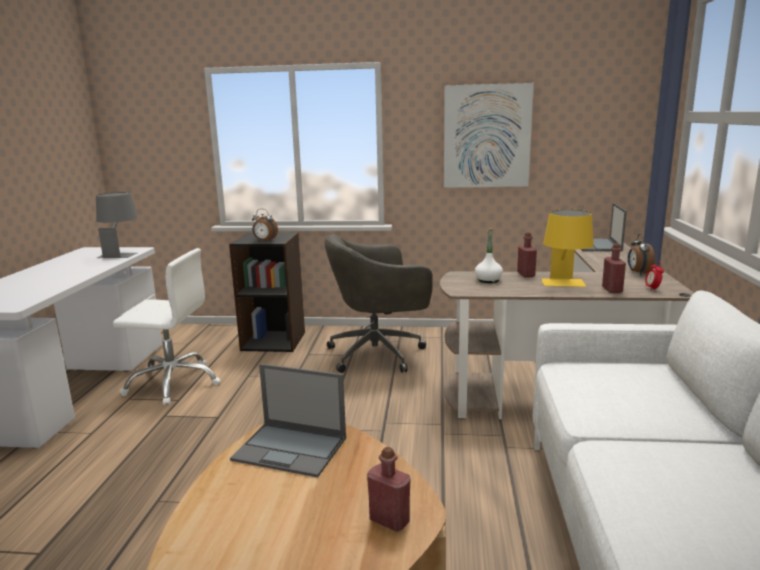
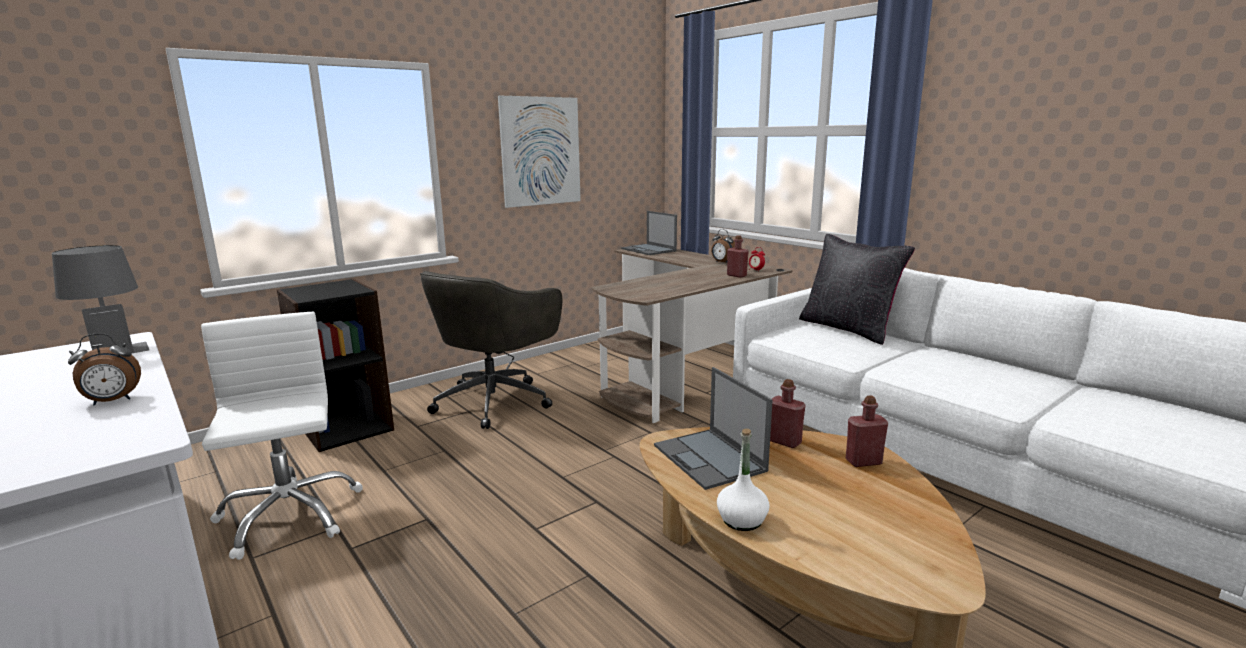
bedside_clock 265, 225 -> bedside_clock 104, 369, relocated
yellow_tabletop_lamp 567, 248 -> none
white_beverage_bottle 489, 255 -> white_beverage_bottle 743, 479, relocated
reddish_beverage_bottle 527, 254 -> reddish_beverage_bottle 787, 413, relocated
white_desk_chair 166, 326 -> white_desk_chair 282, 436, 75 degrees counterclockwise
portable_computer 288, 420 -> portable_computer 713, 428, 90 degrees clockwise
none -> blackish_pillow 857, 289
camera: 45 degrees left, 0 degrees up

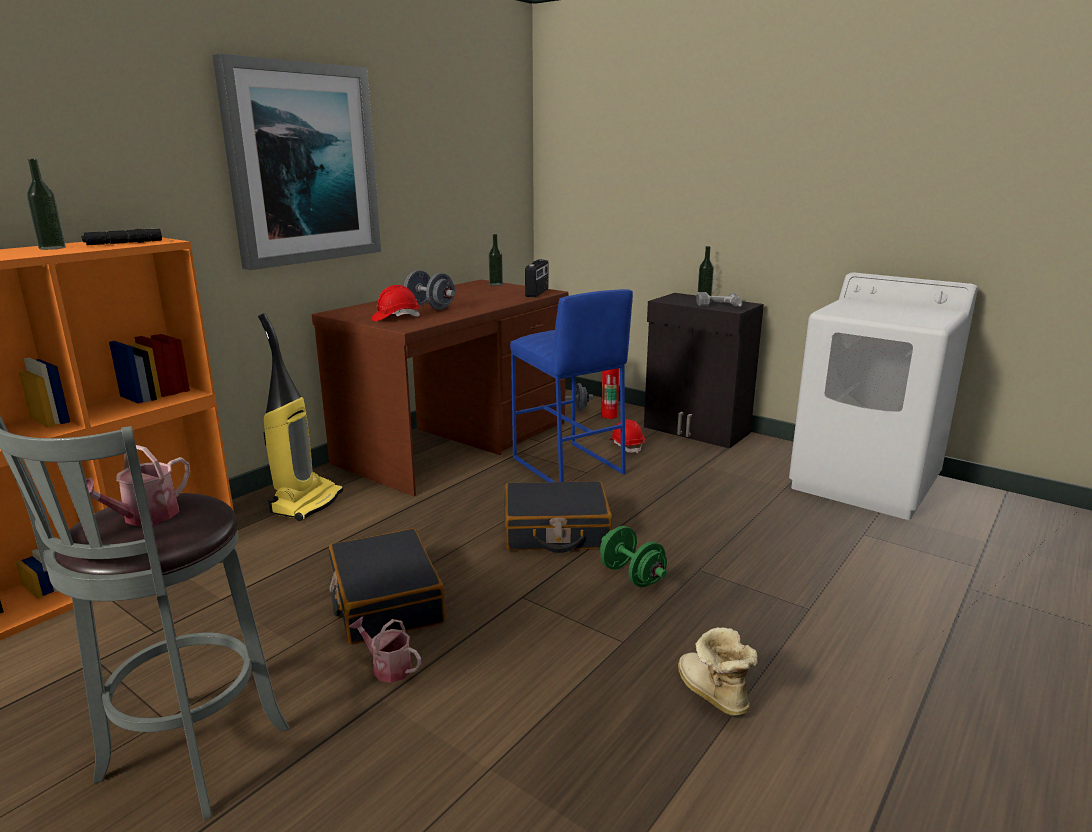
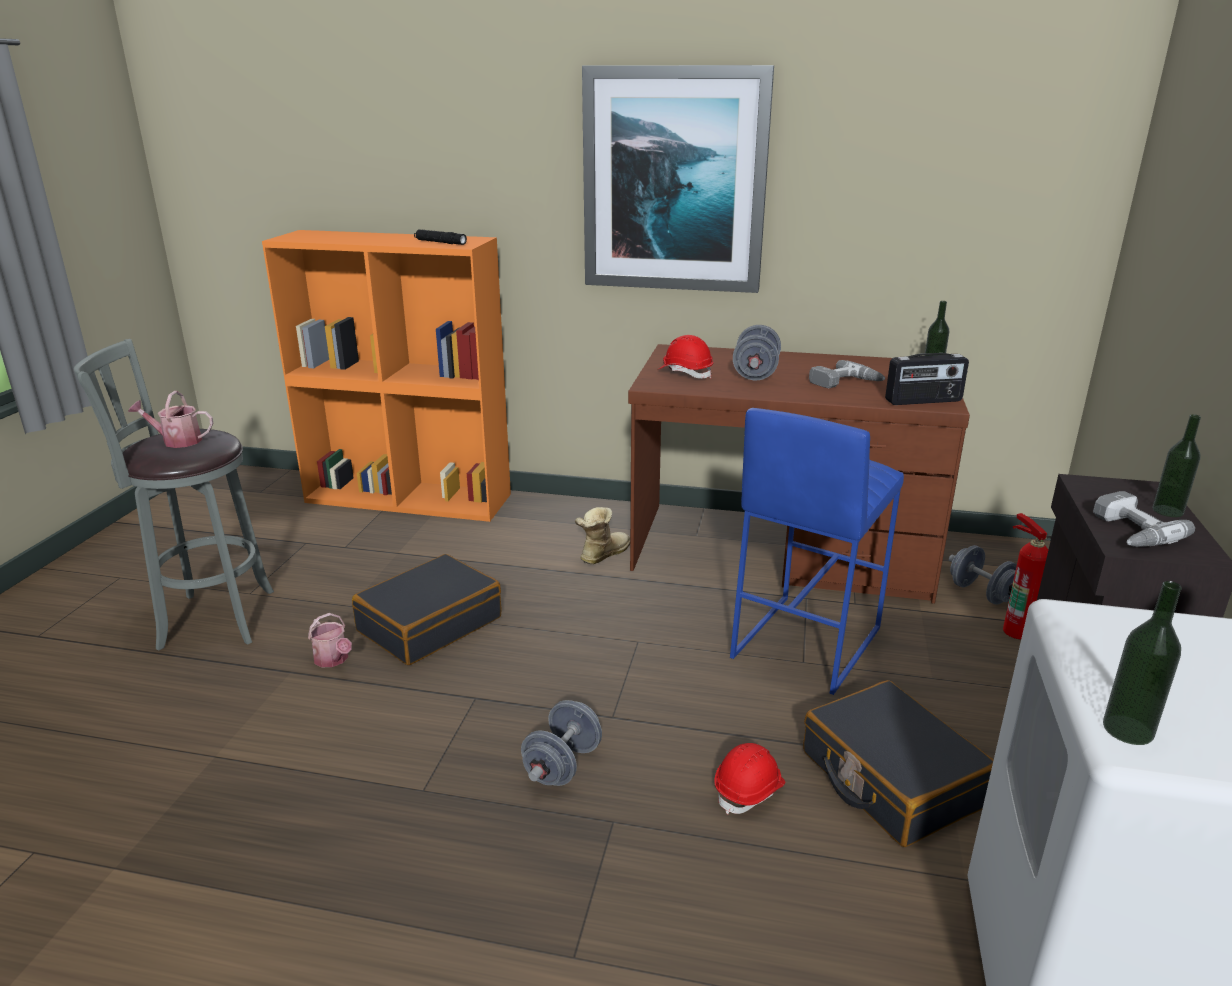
beverage_bottle 46, 204 -> beverage_bottle 1142, 663, relocated
hoover 300, 417 -> none
reddish_hard_hat 627, 436 -> reddish_hard_hat 749, 778, relocated
blackish_travel_case 558, 517 -> blackish_travel_case 898, 763, relocated
greenish_hand_weight 633, 556 -> greyish_hand_weight 561, 743
watering_can 385, 650 -> watering_can 330, 640, 135 degrees clockwise
tall_boot 718, 672 -> tall_boot 602, 535, relocated
none -> power_drill 847, 374
camera: 65 degrees right, 5 degrees up

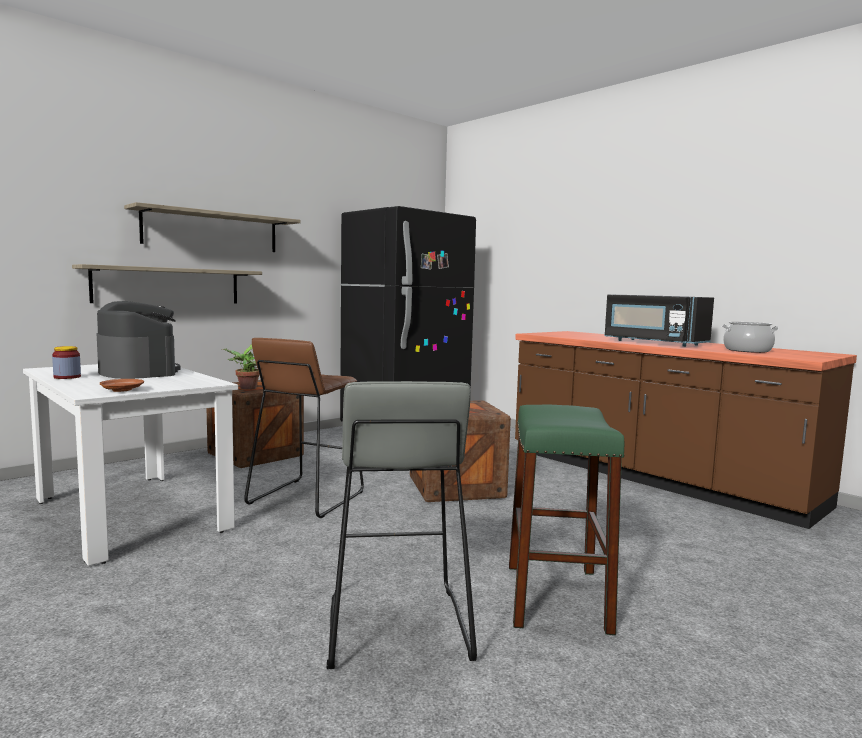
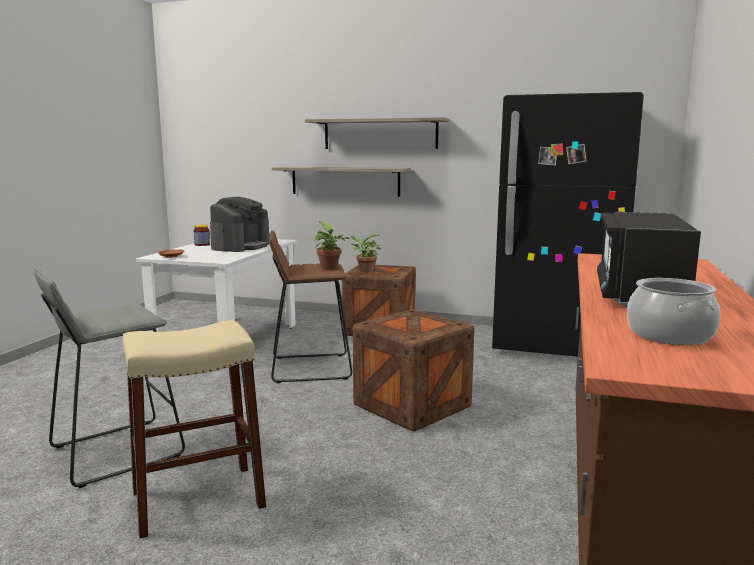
greenish_stool 567, 520 -> beige-coloured_stool 194, 429
none -> houseplant 332, 245
camera: 60 degrees right, 5 degrees up

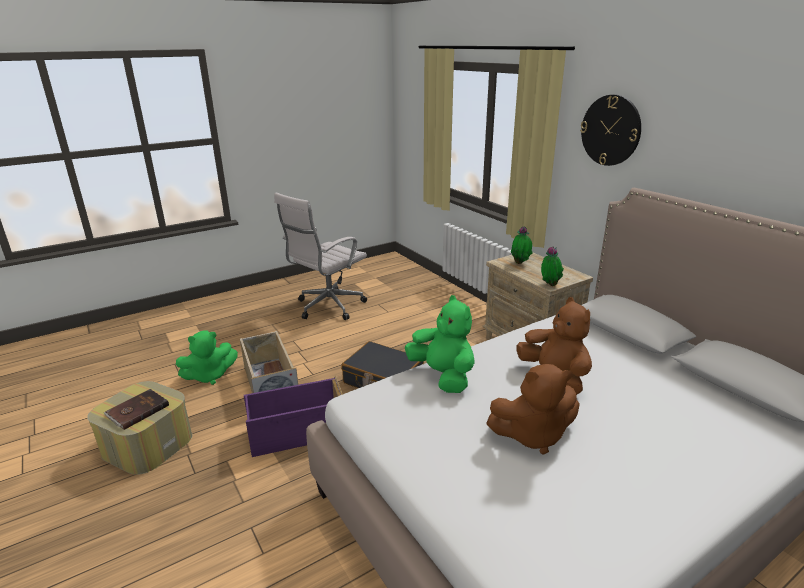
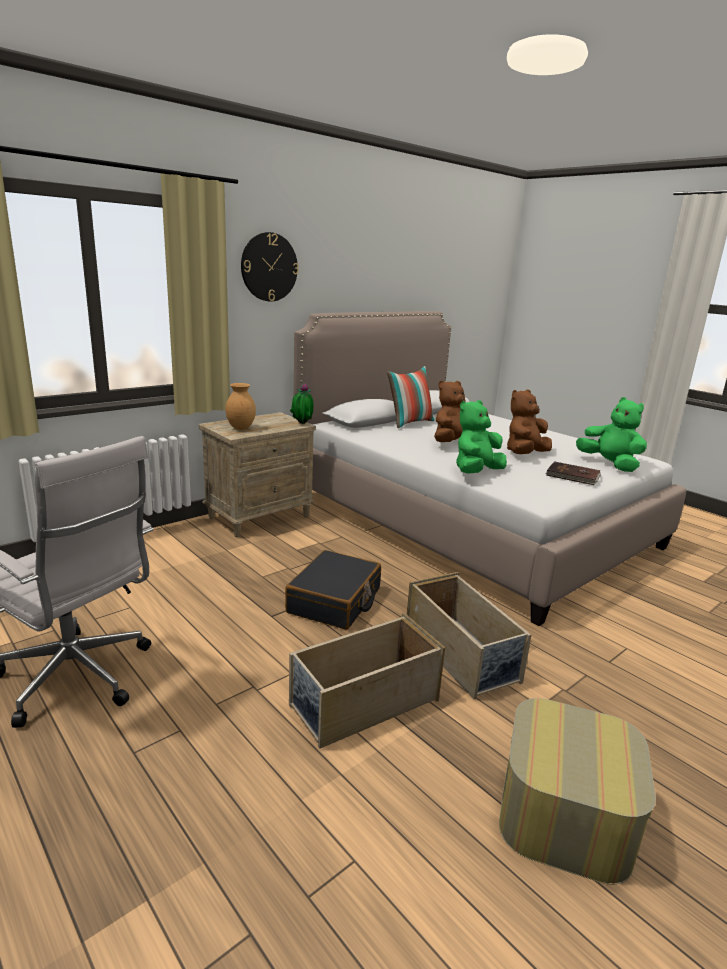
houseplant 521, 245 -> brown_flower_vase 240, 406
greenish_plush_toy 207, 357 -> greenish_plush_toy 611, 434, relocated
brown_plush_toy 533, 409 -> brown_plush_toy 529, 421, 120 degrees counterclockwise
purple-coloured_storage_bin 293, 416 -> beige-coloured_storage_bin 469, 635
brown_book 136, 409 -> brown_book 573, 473, relocated
none -> pillow 411, 397
camera: 100 degrees left, 5 degrees down

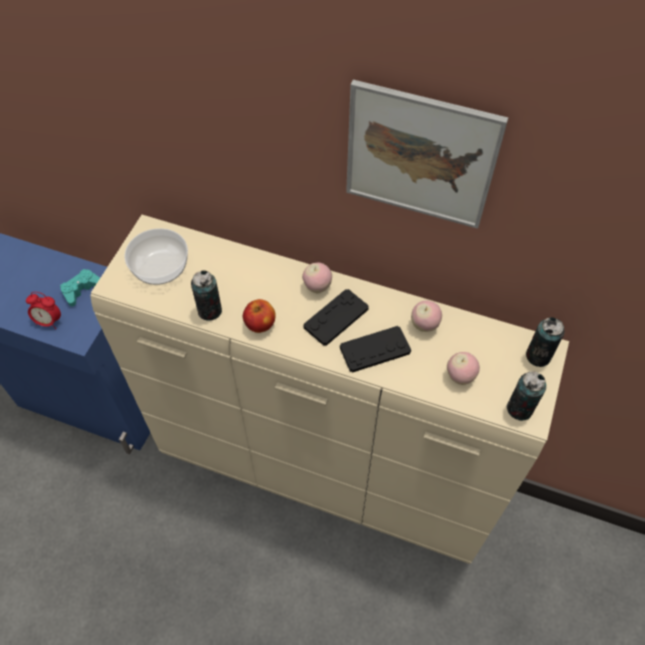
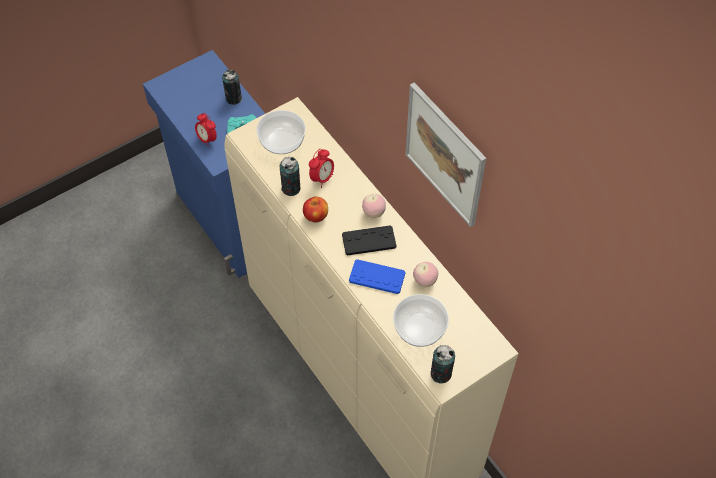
can 545, 342 -> can 232, 87, relocated
blackish_game_controller 375, 349 -> bluish_game_controller 377, 276
apple_fruit 463, 368 -> deep_dish 421, 320
none -> bedside_clock 321, 168
camera: 35 degrees right, 0 degrees up

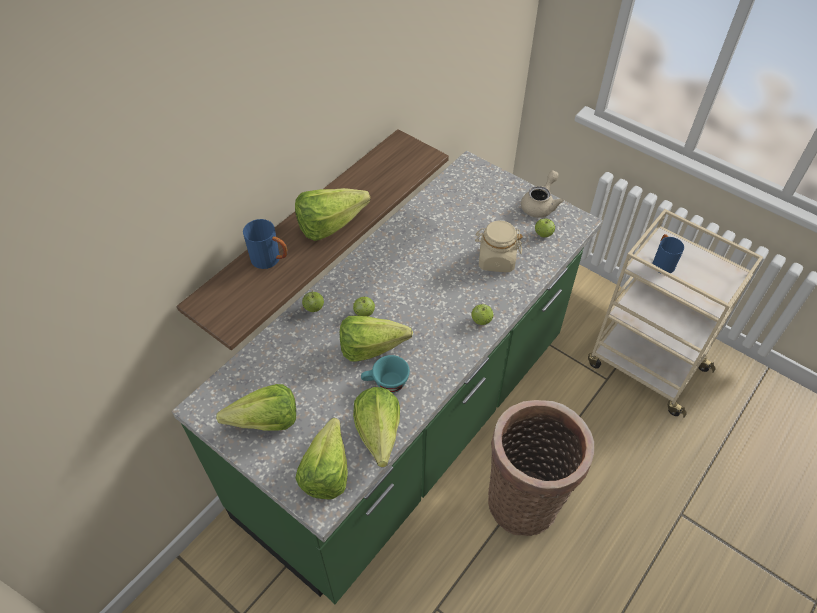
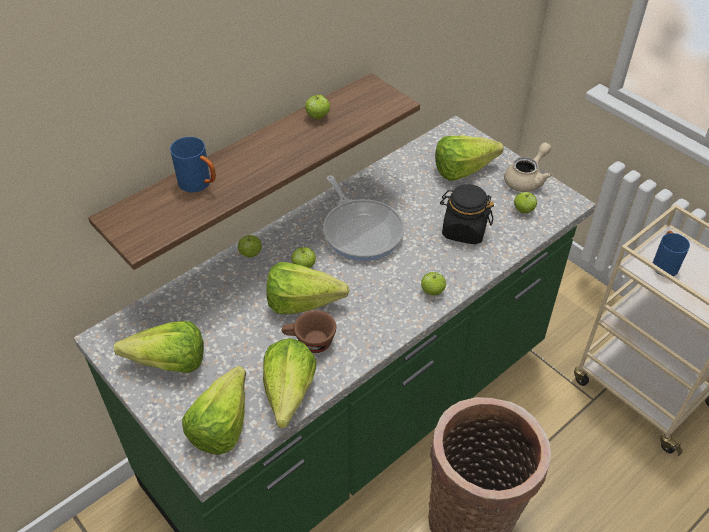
lettuce 332, 214 -> lettuce 469, 158, relocated
beige-coloured_jar 499, 246 -> blackish_jar 467, 214
turquoise_small_cup 385, 374 -> brown_small_cup 309, 331
none -> apple_fruit 317, 106
none -> pan 363, 218
camera: 10 degrees right, 5 degrees down

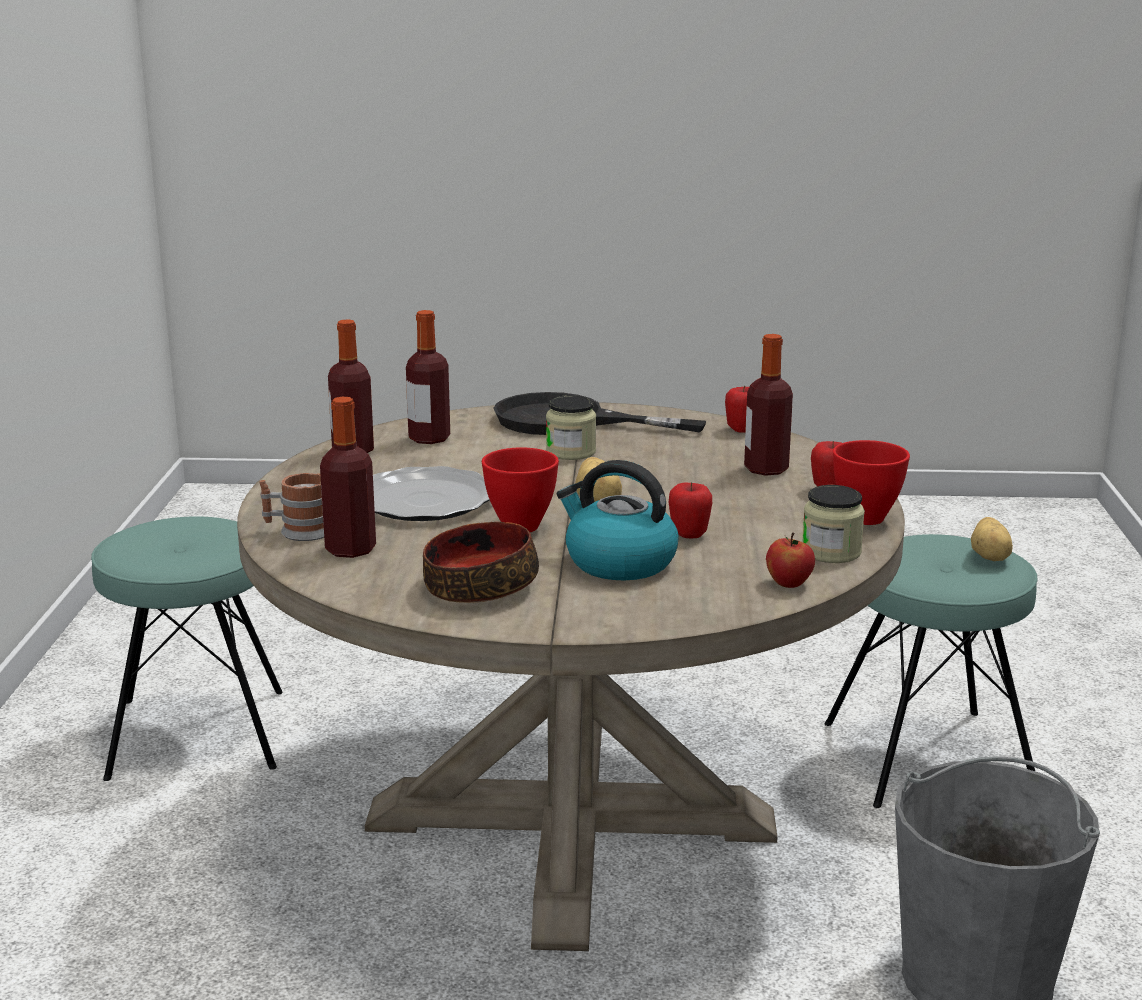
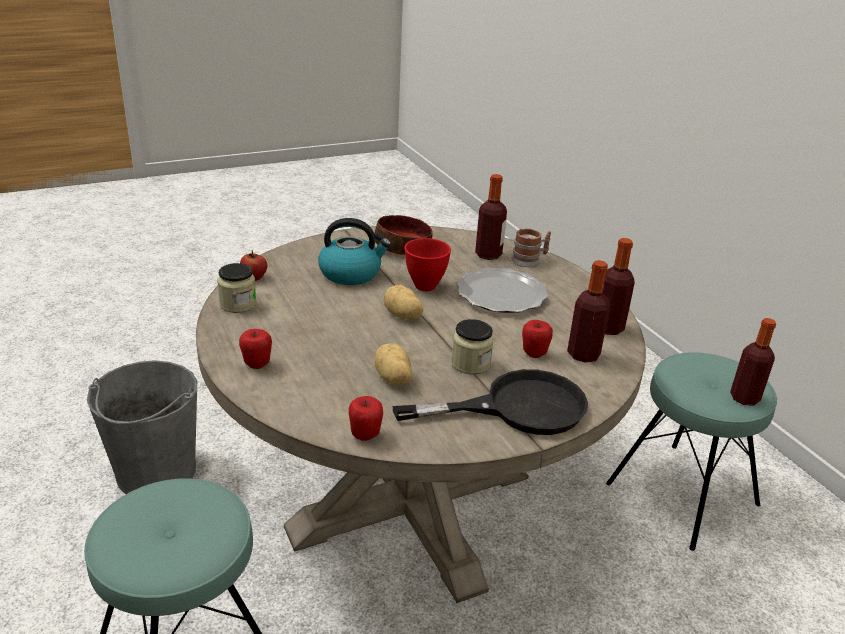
beverage_bottle 768, 405 -> beverage_bottle 753, 362, relocated
reddish_deep_dish 871, 482 -> none
apple_fruit 690, 510 -> apple_fruit 537, 339, relocated
potato 992, 539 -> potato 393, 364, relocated
camera: 150 degrees right, 10 degrees up

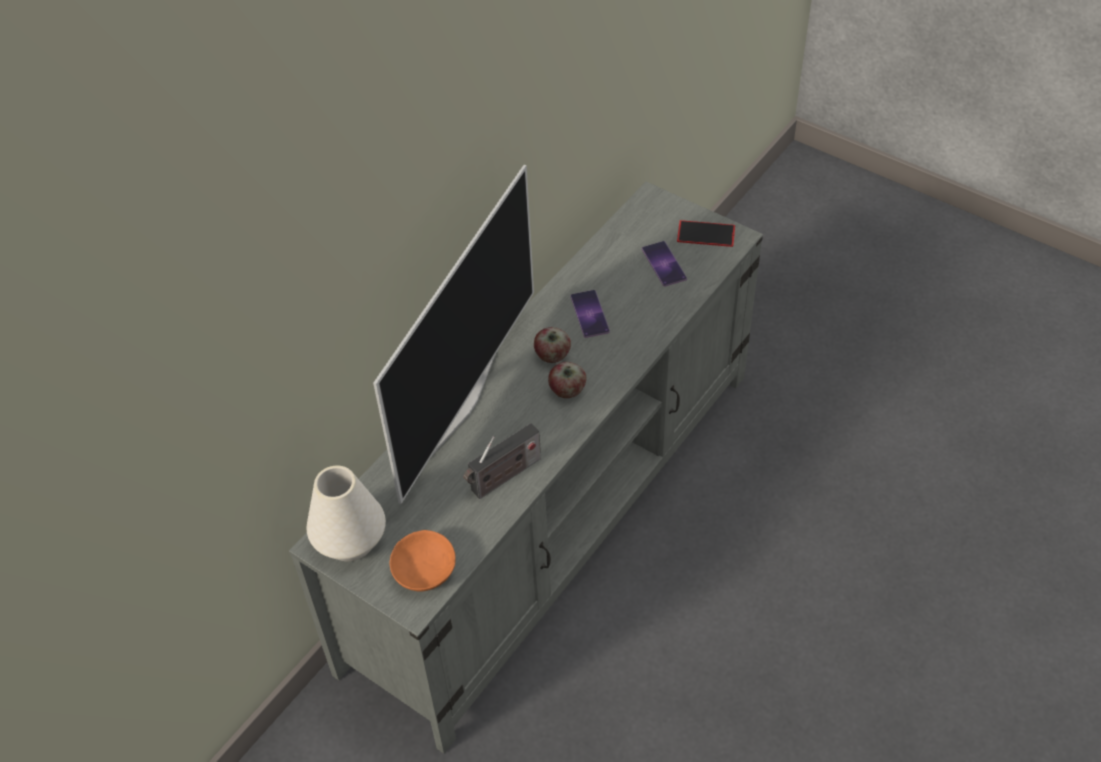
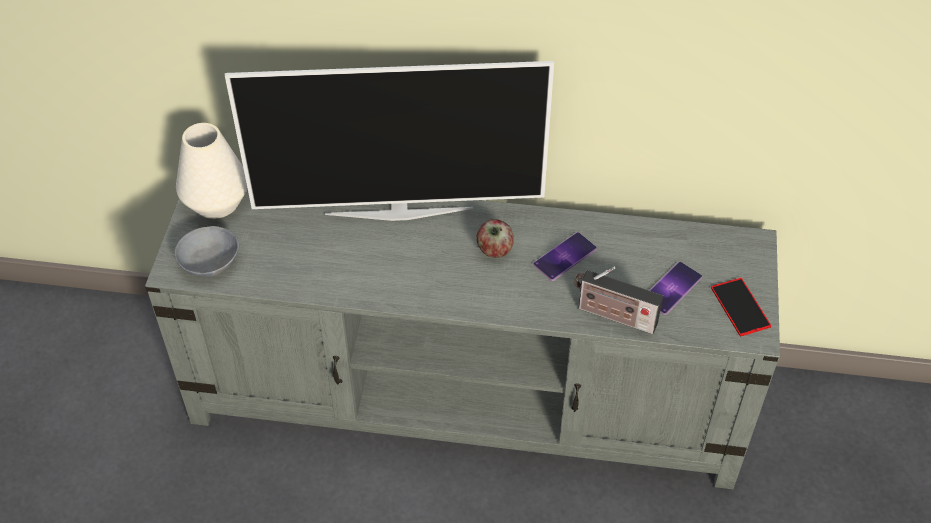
apple_fruit 567, 380 -> none
radio_set 502, 461 -> radio_set 618, 300, relocated
orange-coloured_deep_dish 423, 560 -> greyish_deep_dish 207, 251
camera: 60 degrees right, 0 degrees up

